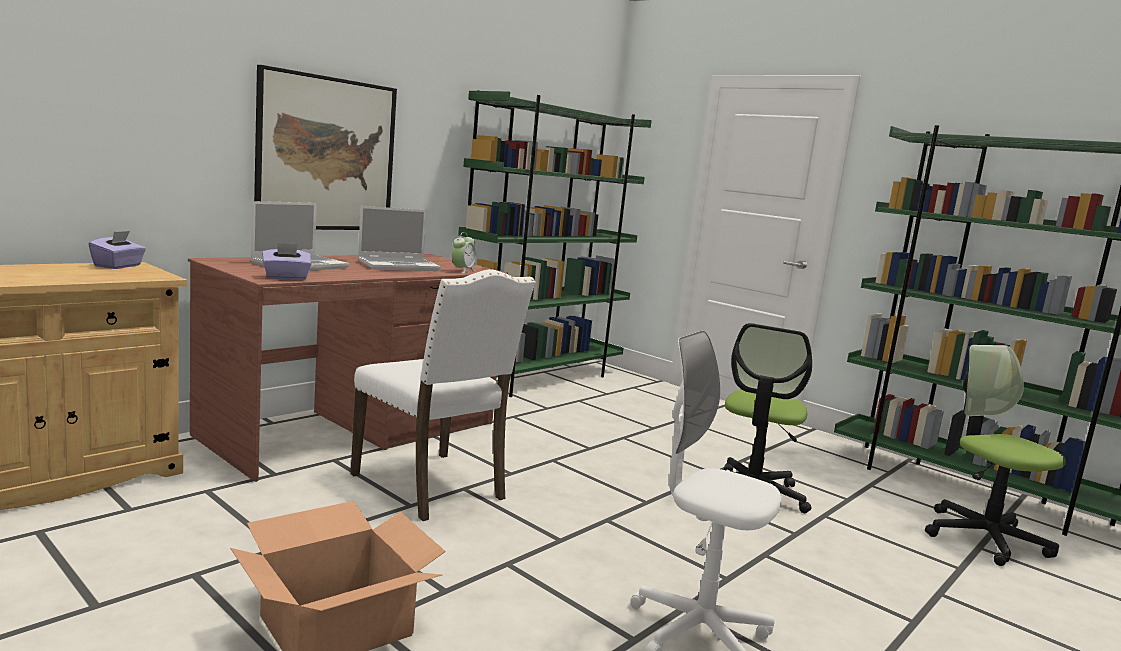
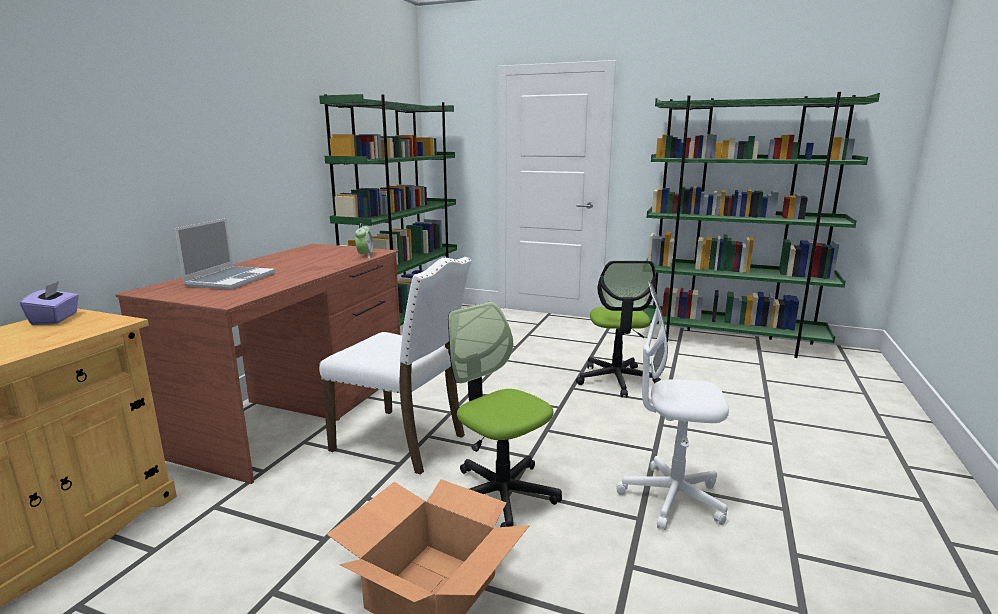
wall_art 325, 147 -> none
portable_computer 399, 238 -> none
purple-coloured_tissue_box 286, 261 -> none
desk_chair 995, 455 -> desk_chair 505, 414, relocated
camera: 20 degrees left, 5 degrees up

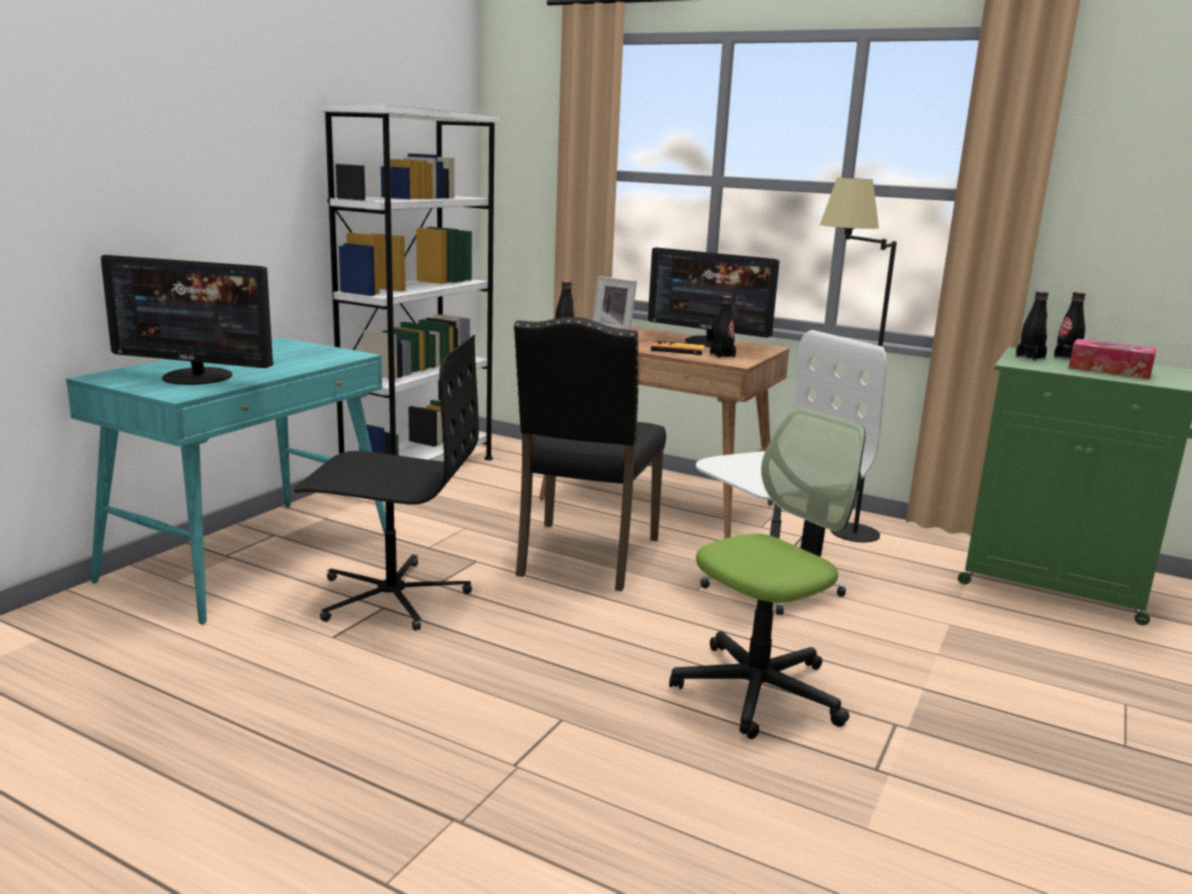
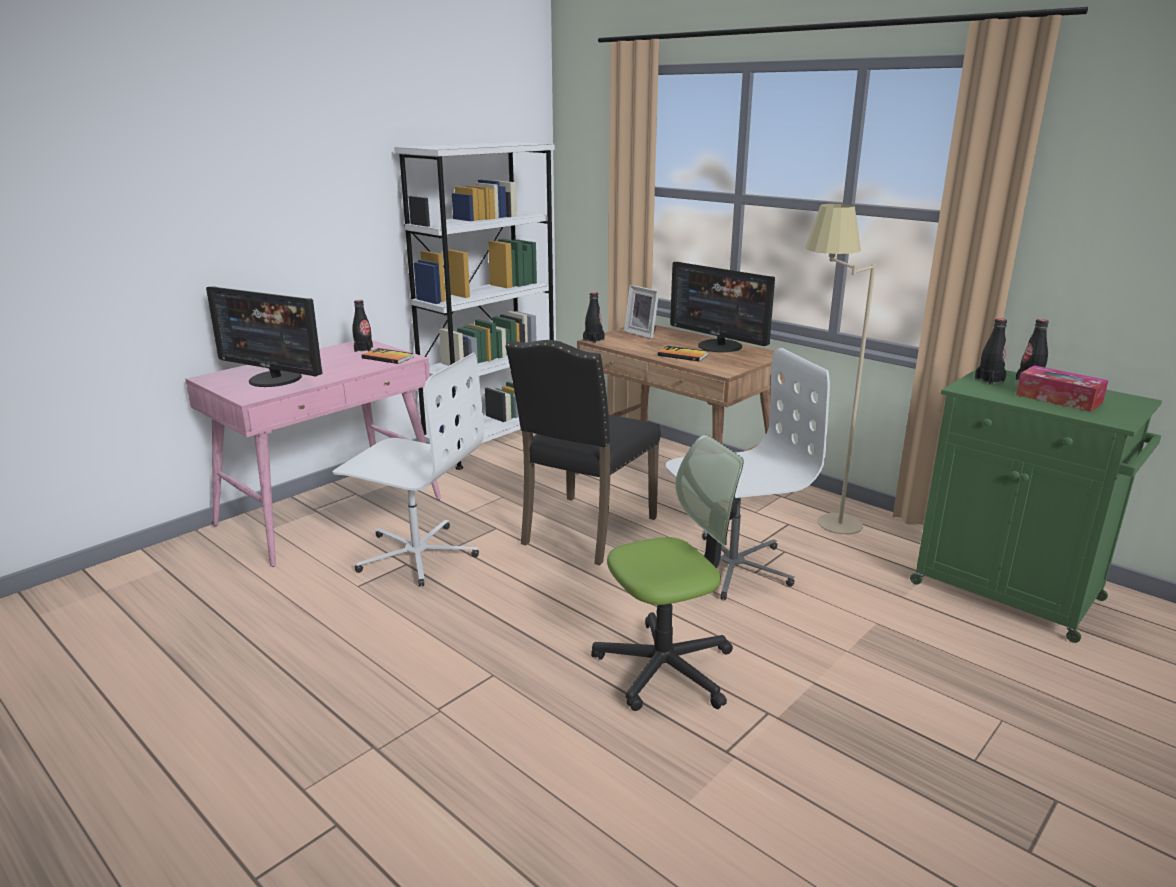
blackish_floor_lamp 858, 360 -> beige-coloured_floor_lamp 840, 369
blackish_beverage_bottle 723, 327 -> blackish_beverage_bottle 362, 326, relocated
blackish_desk_chair 386, 483 -> white_desk_chair 408, 469
turquoise_desk_unit 226, 481 -> pinkish_desk_unit 313, 453
none -> book 387, 356
camera: 15 degrees right, 5 degrees up

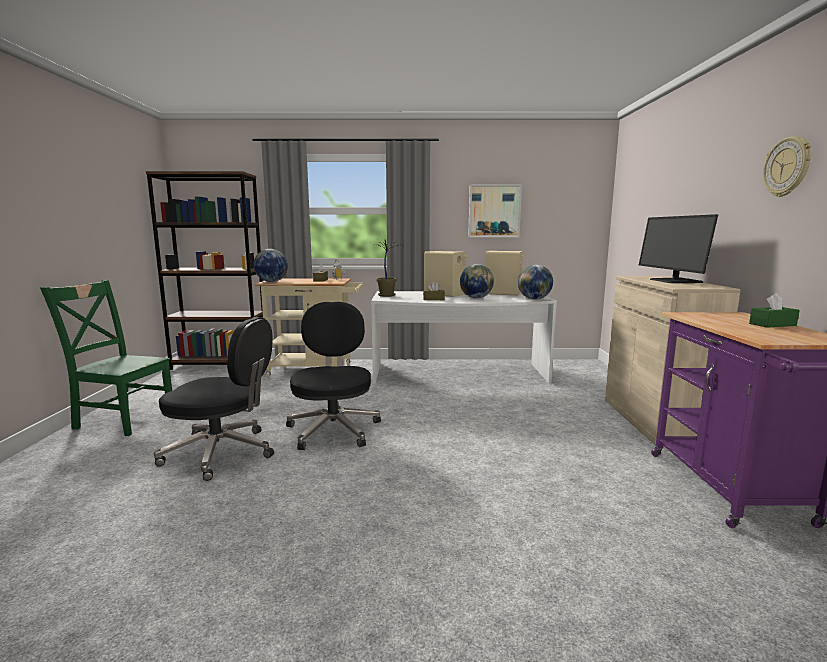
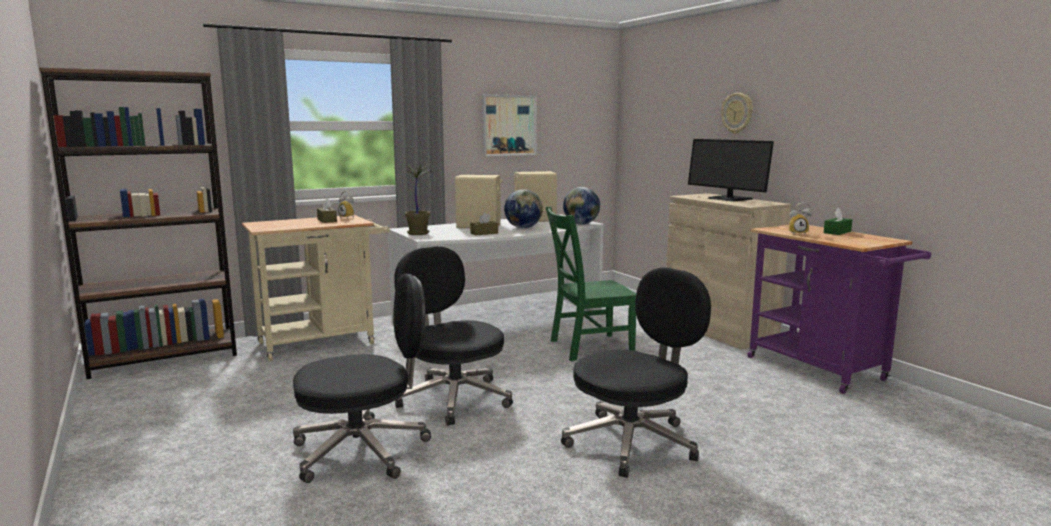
wall_clock 787, 166 -> wall_clock 737, 113, relocated
globe 270, 265 -> none
greenish_upright_chair 106, 358 -> greenish_upright_chair 590, 283, relocated
none -> bedside_clock 800, 218
none -> blackish_desk_chair 636, 373
camera: 30 degrees left, 0 degrees up

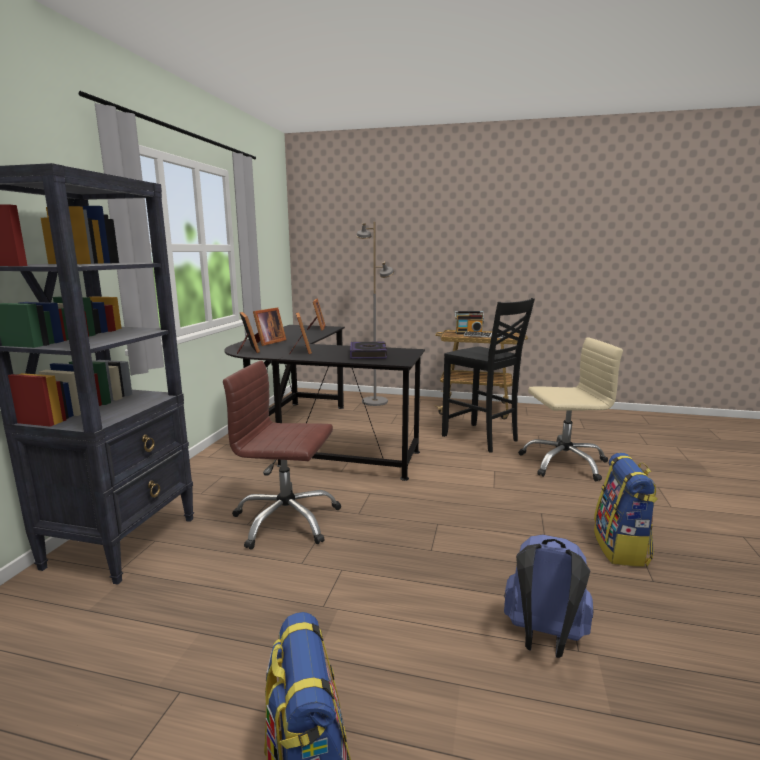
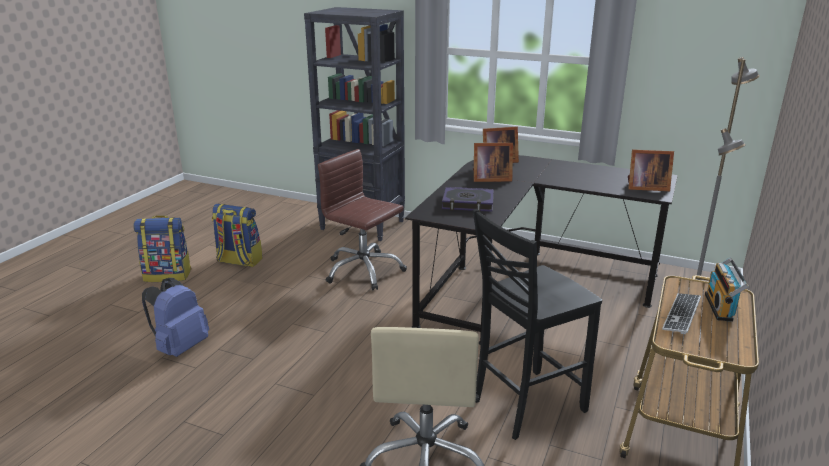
standing_frame 269, 326 -> none
brown_desk_chair 282, 455 -> brown_desk_chair 362, 219, 75 degrees counterclockwise
backpack 625, 510 -> backpack 237, 235, relocated
camera: 100 degrees right, 10 degrees up

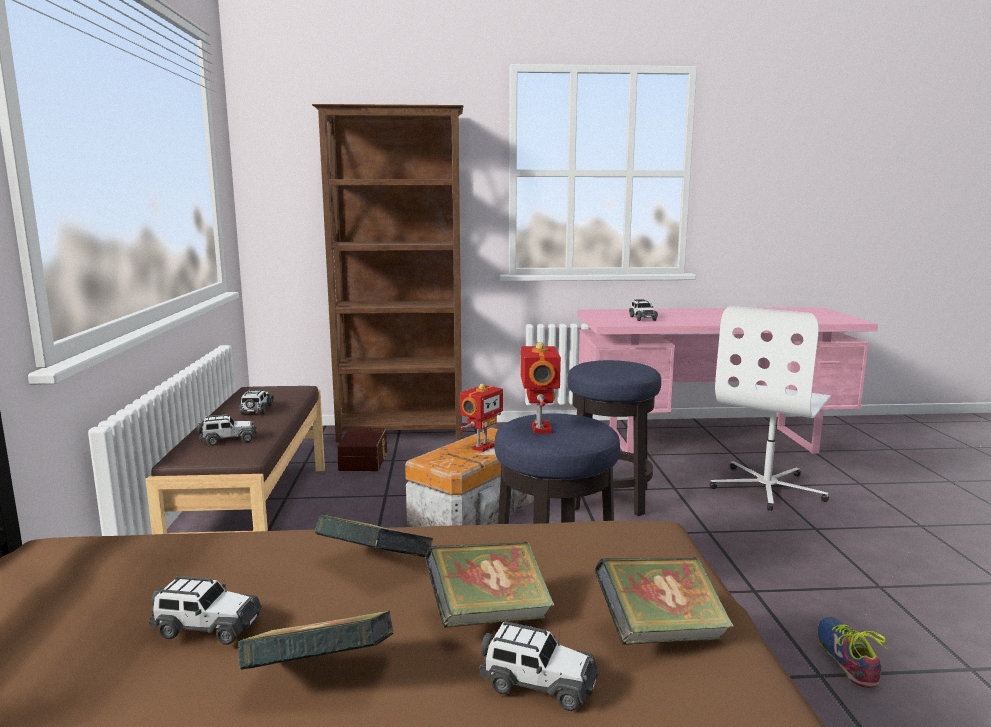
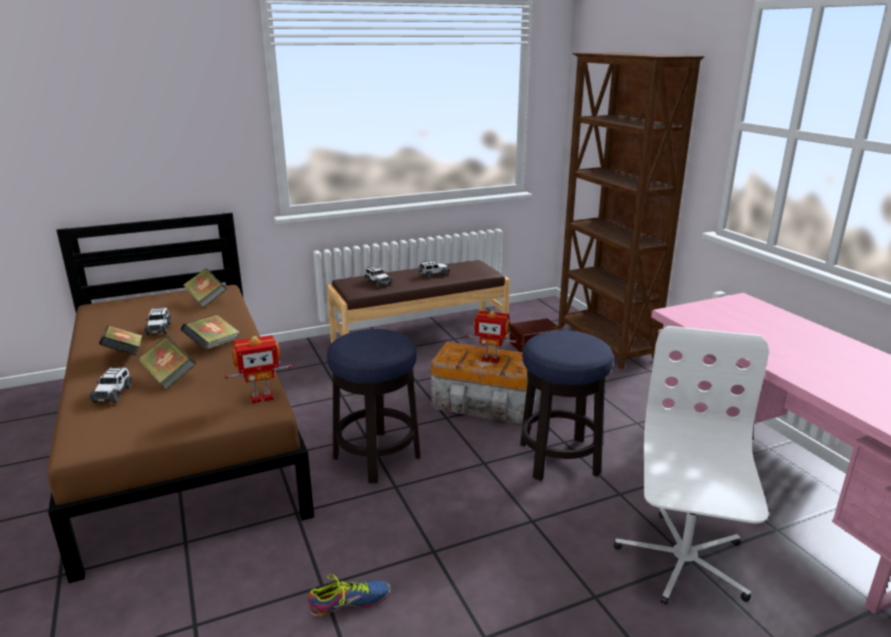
model_car 643, 310 -> none
white_desk_chair 770, 408 -> white_desk_chair 691, 465, 90 degrees clockwise
toy_robot 541, 388 -> toy_robot 258, 369, relocated
book 664, 601 -> book 205, 288, relocated
camera: 70 degrees right, 10 degrees up

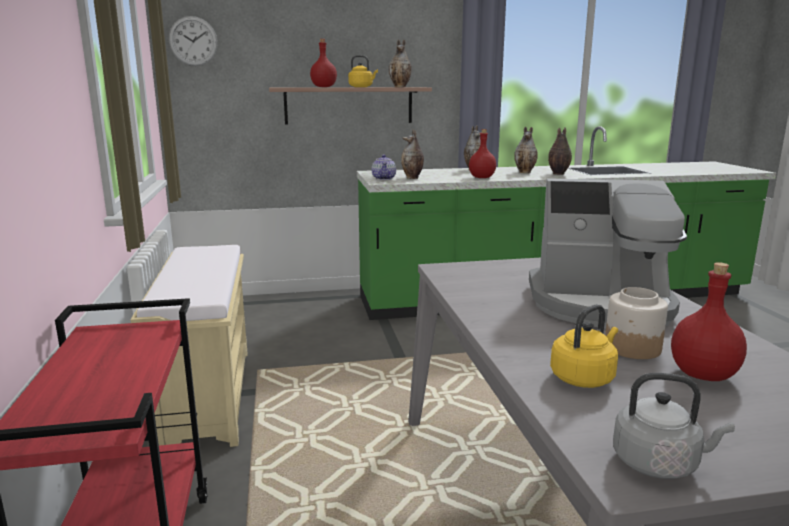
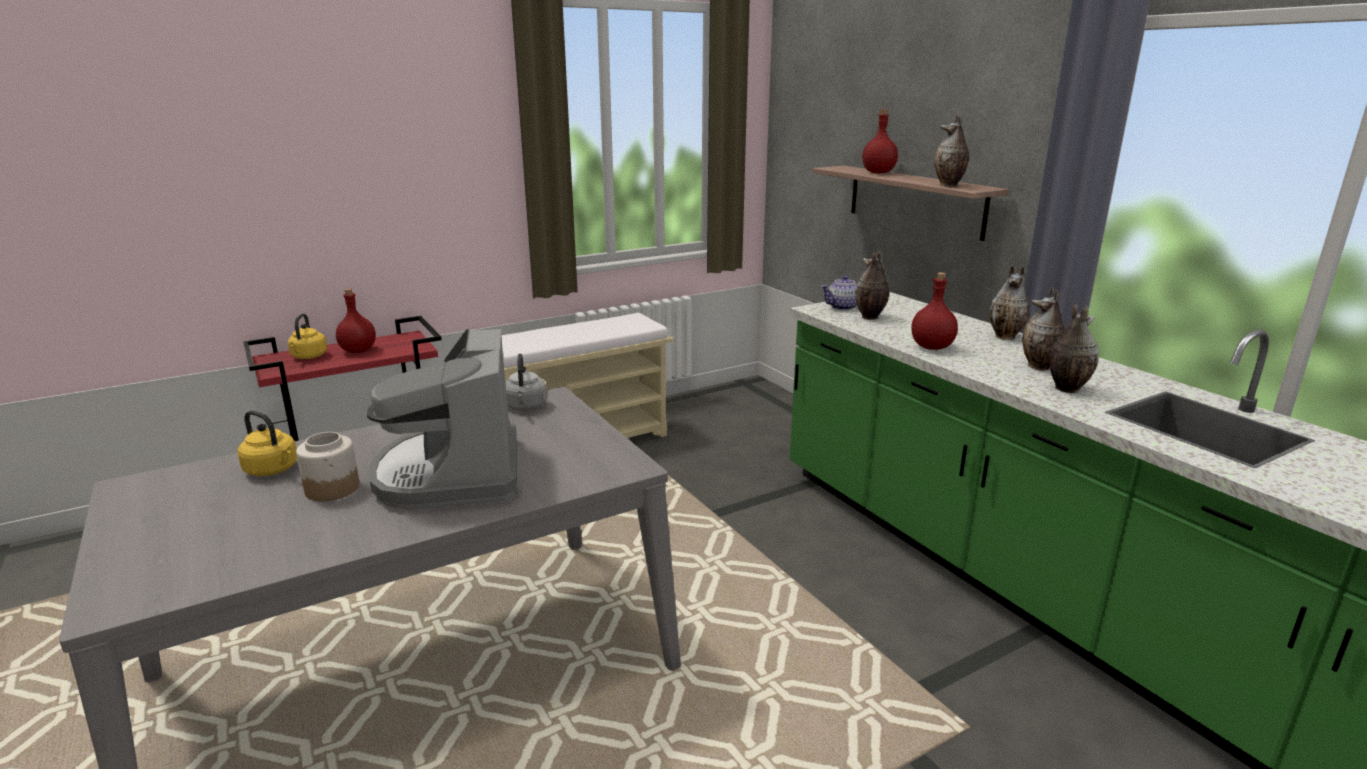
wall_clock 193, 41 -> none
yellow_water_kettle 363, 71 -> yellow_water_kettle 307, 336, relocated
reddish_beverage_bottle 709, 321 -> reddish_beverage_bottle 356, 321, relocated
greyish_water_kettle 674, 426 -> greyish_water_kettle 526, 382, relocated
camera: 70 degrees right, 5 degrees up

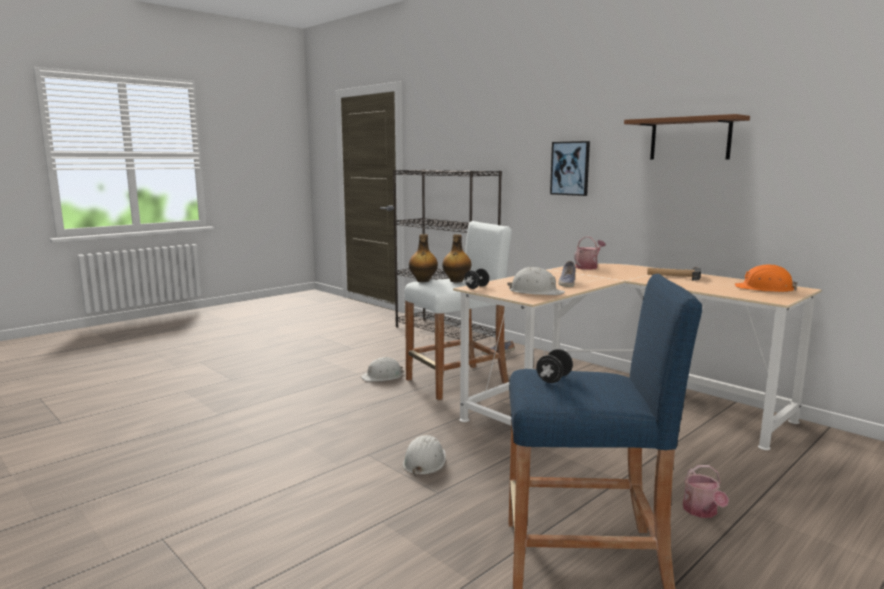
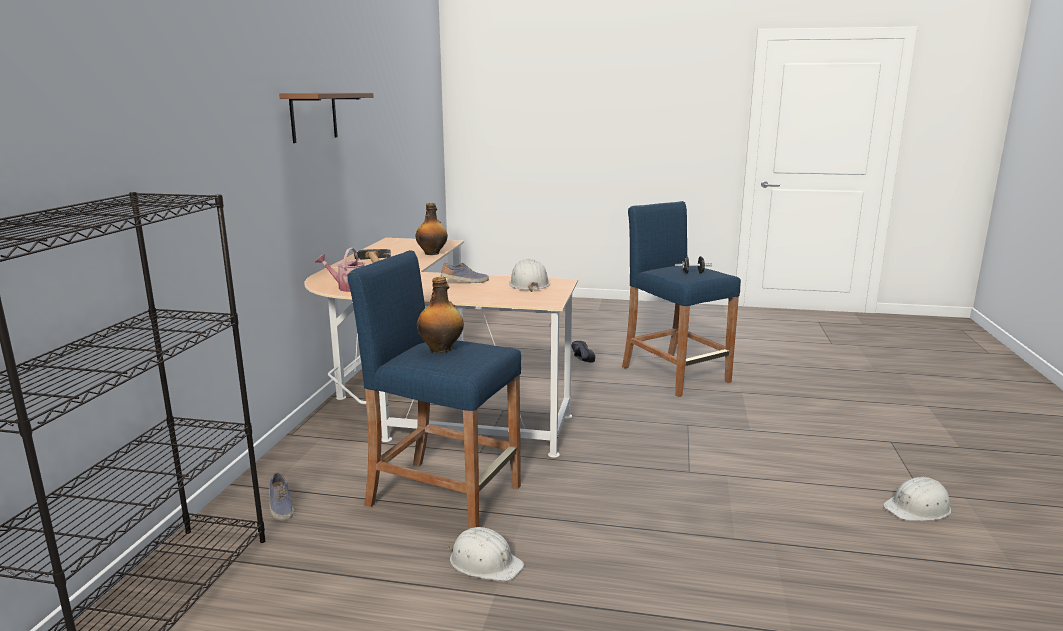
wall_art 570, 168 -> none
white_stool 458, 310 -> bluish_stool 434, 389
beverage_bottle 423, 258 -> beverage_bottle 432, 229, relocated
orange-coloured_hard_hat 765, 278 -> none
blackish_hand_weight 477, 278 -> none
white_hard_hat 424, 455 -> white_hard_hat 917, 499, relocated
watering_can 706, 491 -> blackish_shoe 583, 352
camera: 125 degrees left, 5 degrees up

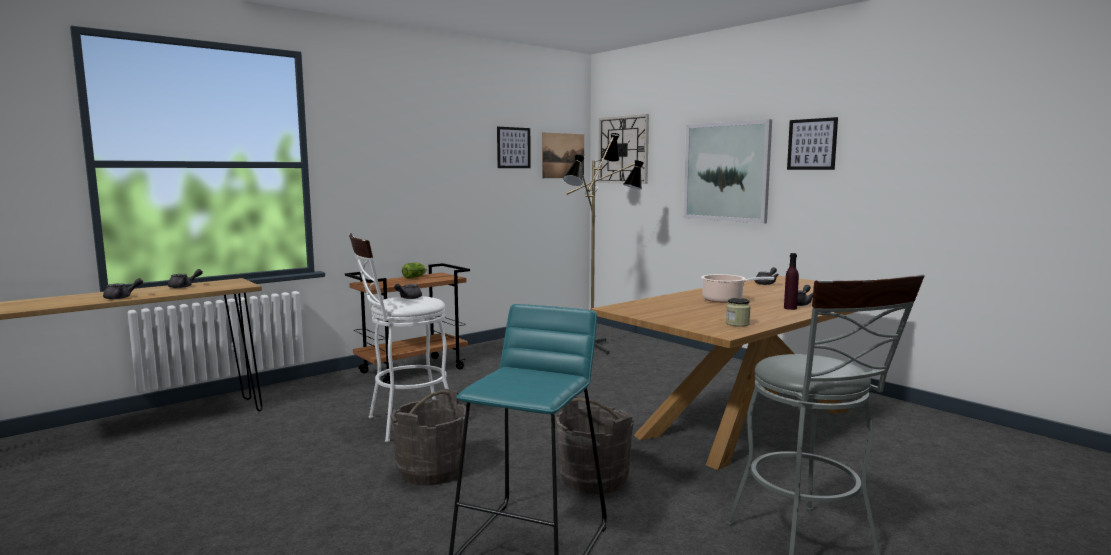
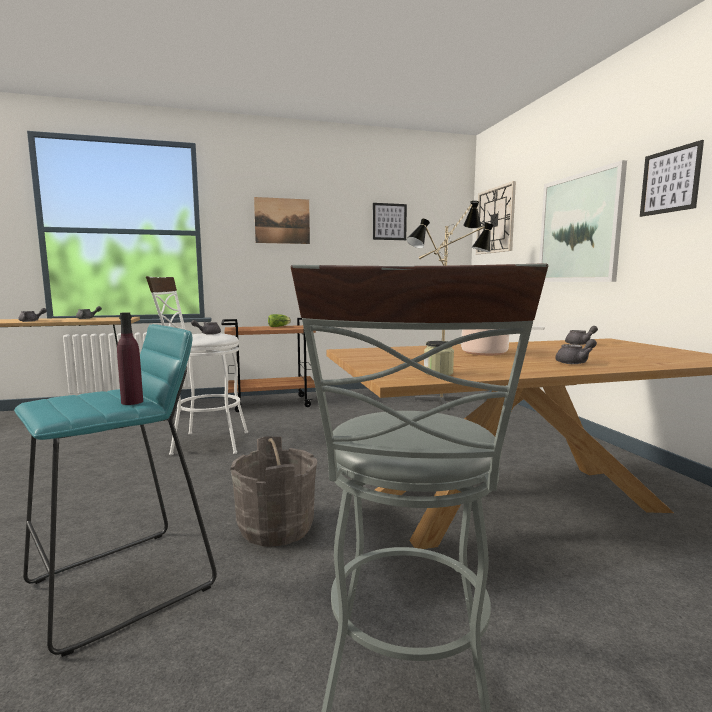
wall_art 563, 155 -> wall_art 282, 220, relocated
purple-coloured_beverage_bottle 791, 281 -> purple-coloured_beverage_bottle 130, 358, relocated
greyish_water_bucket 429, 437 -> none
camera: 25 degrees right, 0 degrees up

